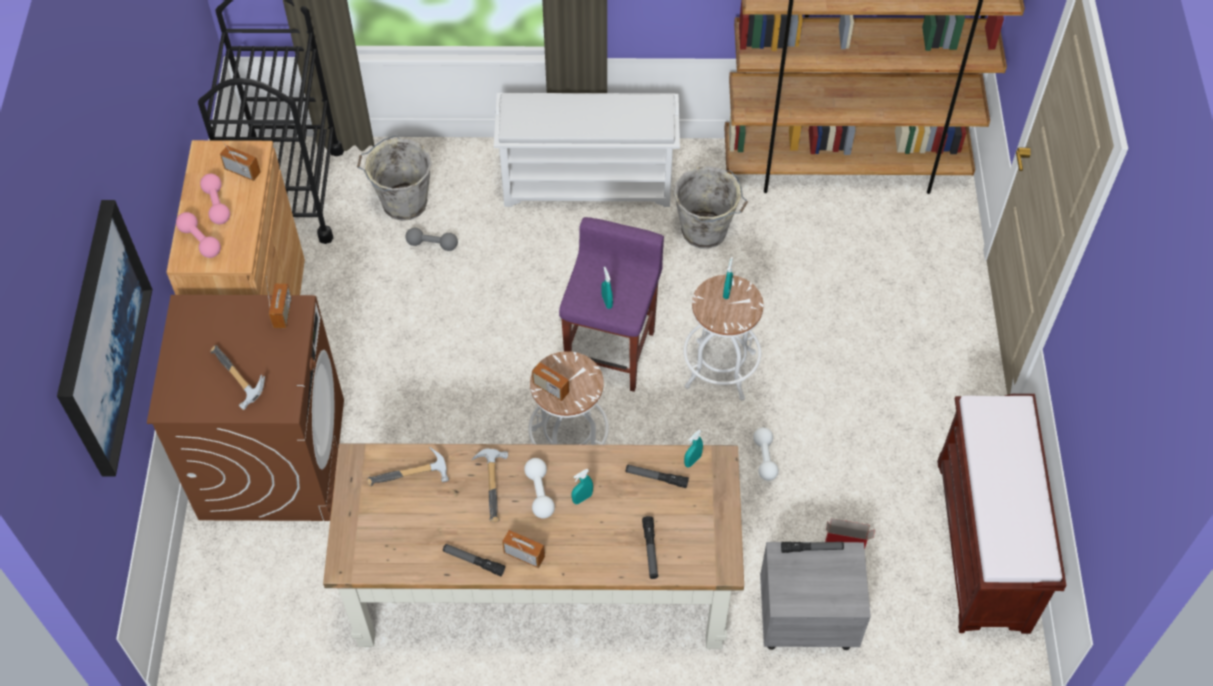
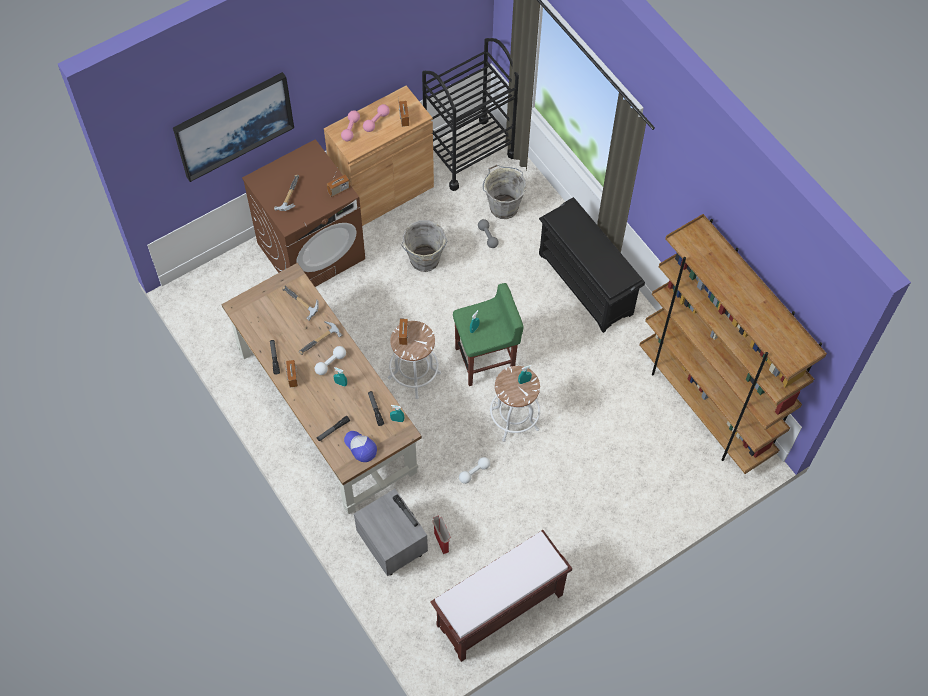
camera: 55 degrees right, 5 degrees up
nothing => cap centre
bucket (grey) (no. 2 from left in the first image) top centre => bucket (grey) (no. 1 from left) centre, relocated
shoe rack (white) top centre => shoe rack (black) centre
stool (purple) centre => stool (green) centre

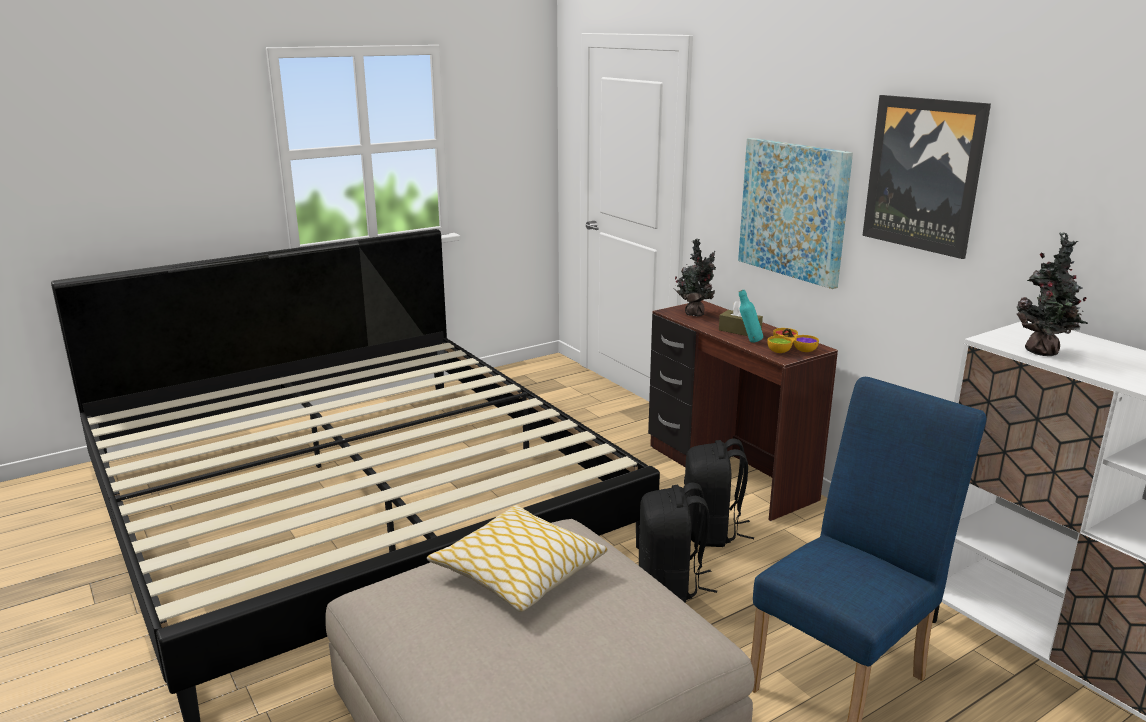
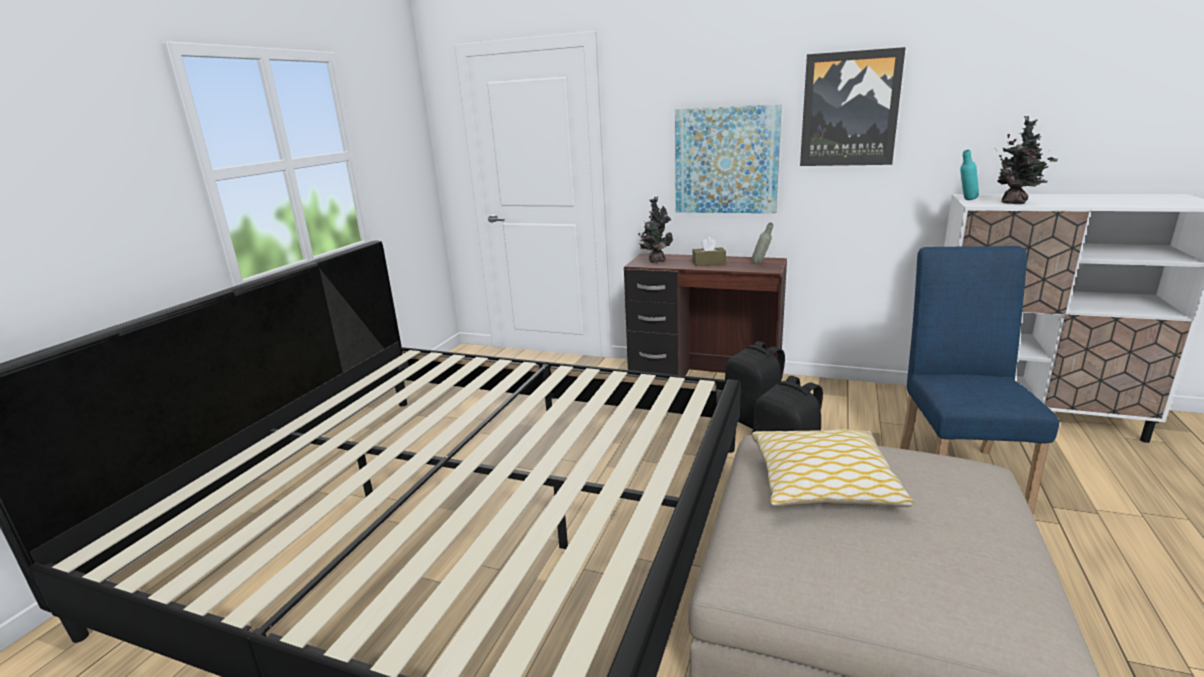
camera: 35 degrees left, 0 degrees up
bottle (turquoise) centre => bottle (turquoise) top right, relocated
bowl middle right => bottle (grey) centre

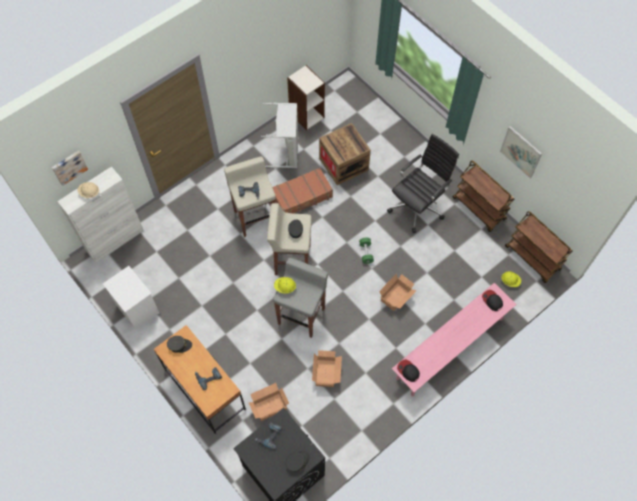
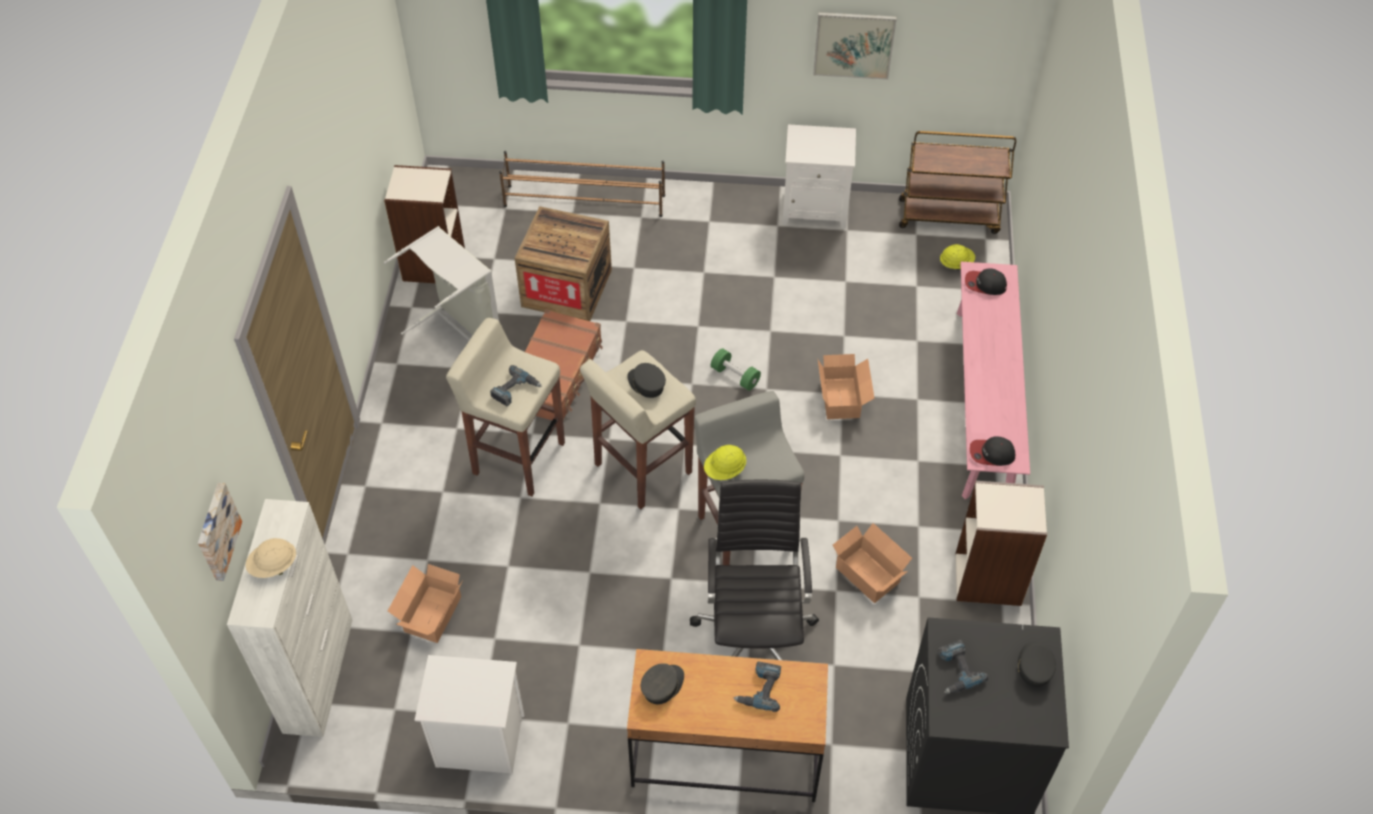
camera: 45 degrees left, 10 degrees down
nothing => shoe rack (brown) top centre
nothing => bookcase (no. 2 from left) bottom right
cardboard box (no. 1 from left) bottom centre => cardboard box (no. 1 from left) bottom left, relocated
office chair (black) centre => office chair (black) bottom centre, relocated
cart (brown) (no. 1 from left) middle right => nightstand (white) (no. 2 from left) top centre

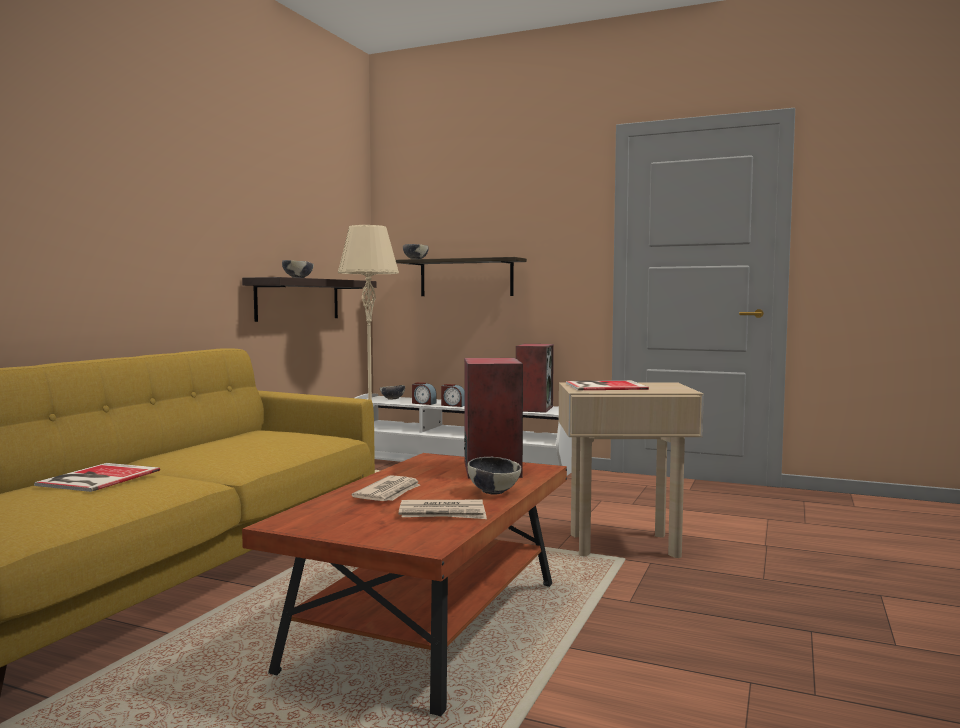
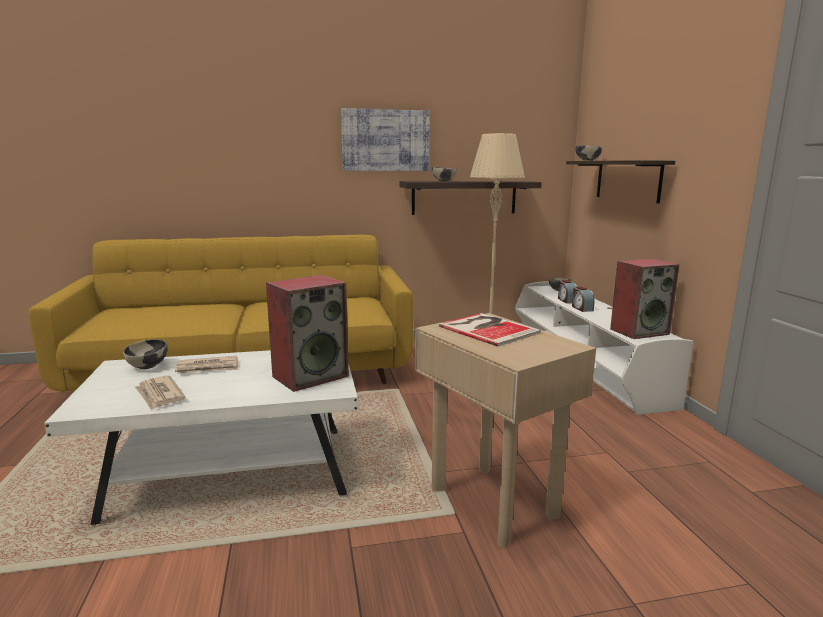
camera: 55 degrees right, 10 degrees up
book (no. 1 from left) middle left => nothing
nothing => picture top centre
bowl (no. 4 from left in the first image) centre => bowl (no. 1 from left) middle left, relocated
coffee table (brown) bottom centre => coffee table (white) bottom left

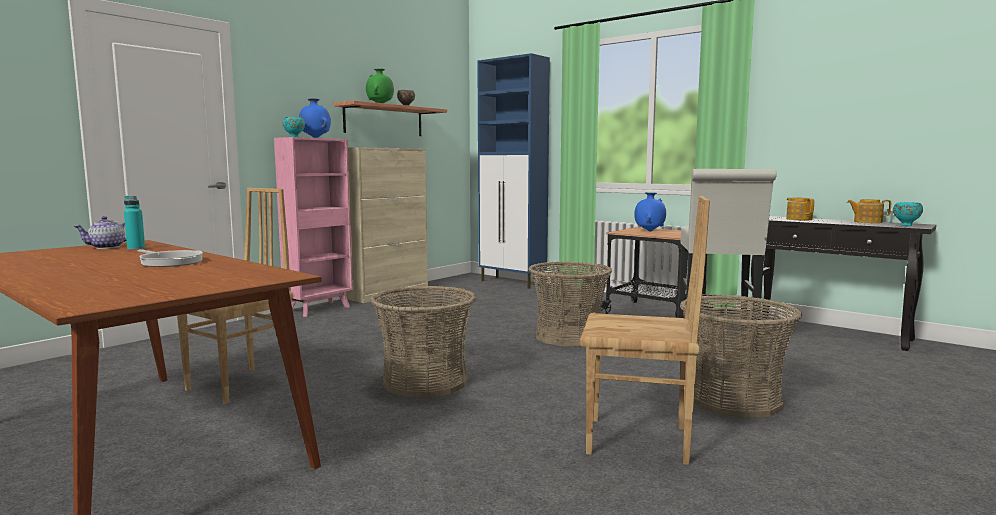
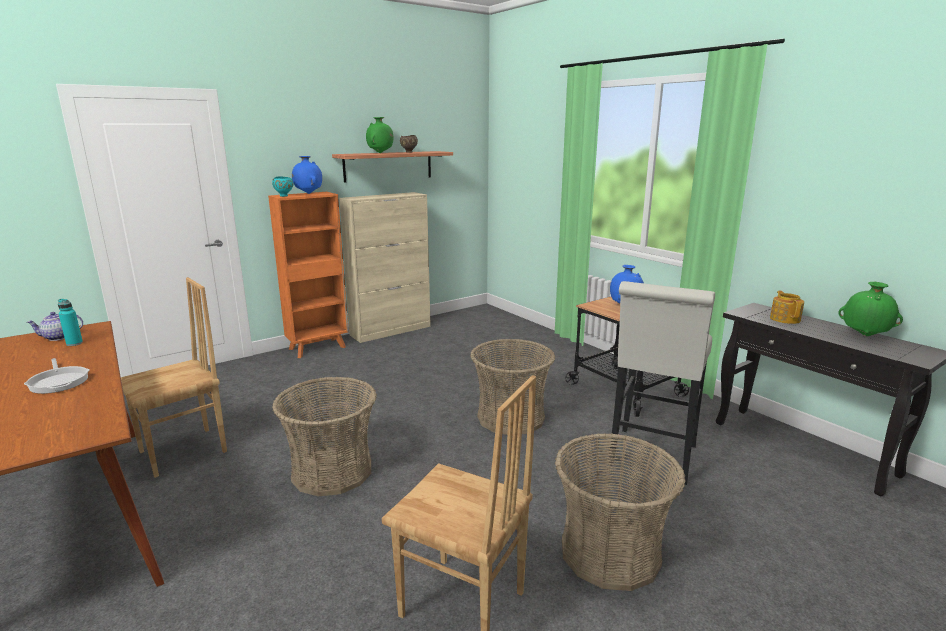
camera: 15 degrees right, 10 degrees up
cabinet (blue) top centre => nothing
bowl (turquoise) (no. 2 from left) middle right => nothing
teapot (no. 3 from left) middle right => vase (green) (no. 2 from left) middle right
bookcase (pink) middle left => bookcase (orange) middle left

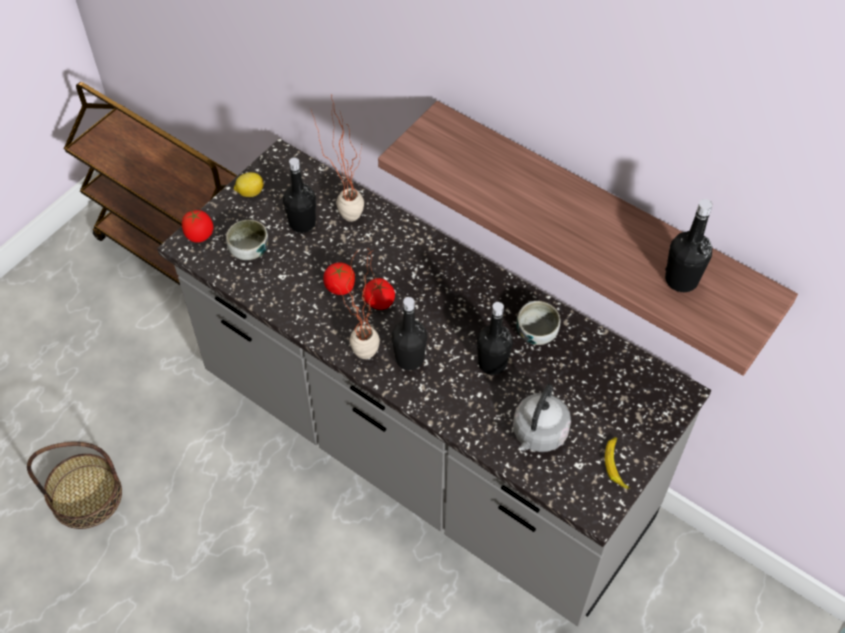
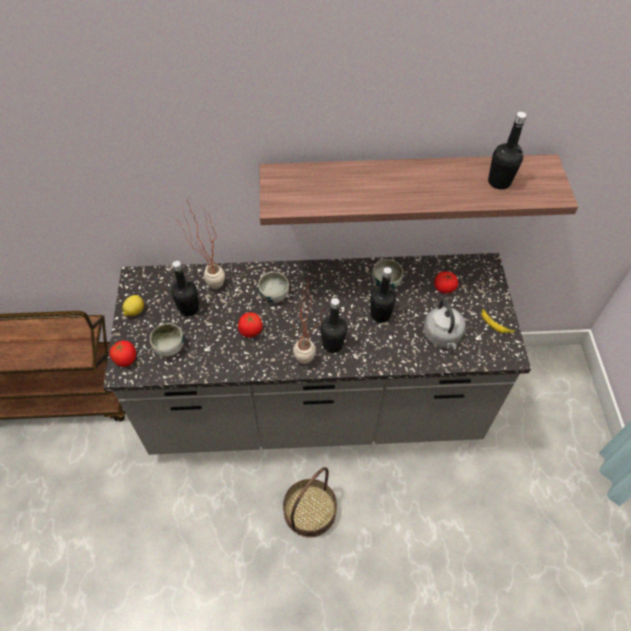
camera: 40 degrees left, 0 degrees up
nothing => bowl (no. 2 from left) centre
basket bottom left => basket bottom centre, relocated
tomato (no. 3 from left) centre => tomato (no. 3 from left) middle right, relocated

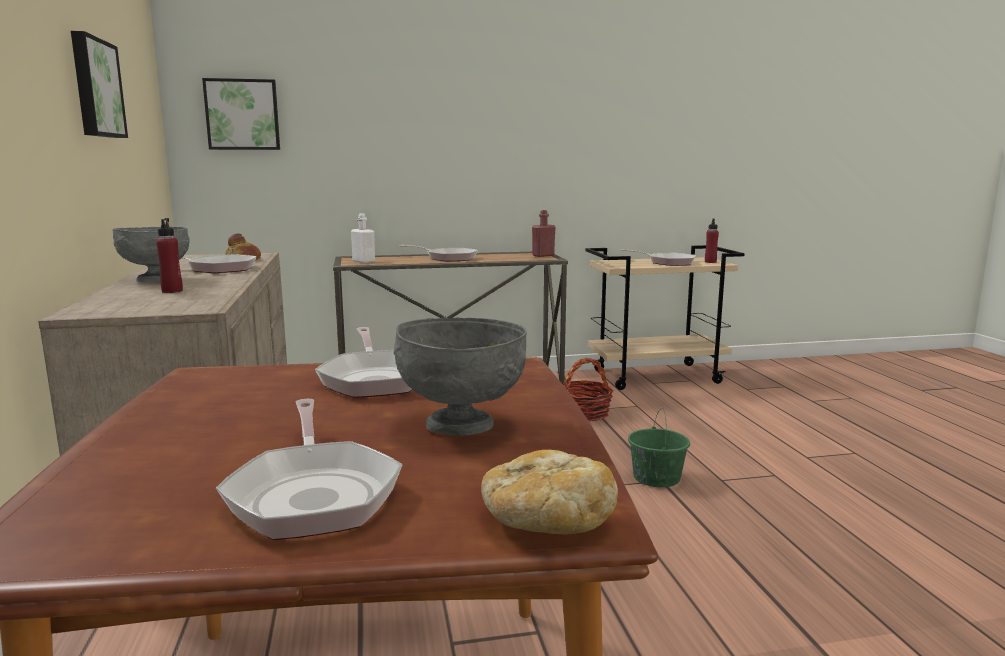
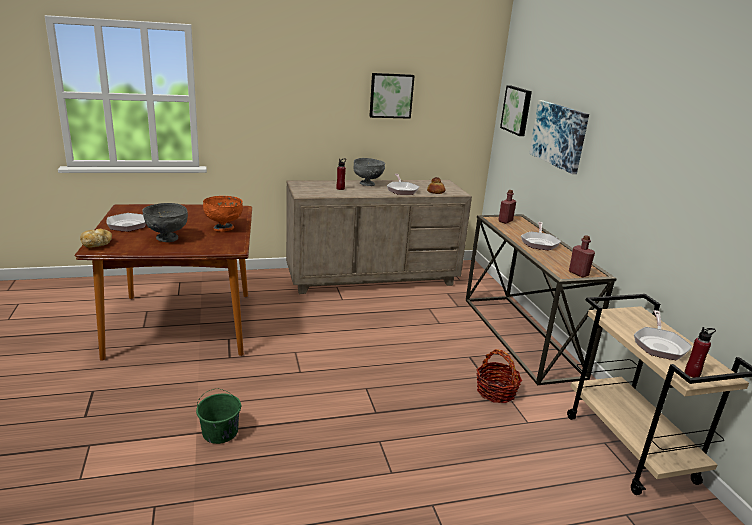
camera: 85 degrees right, 10 degrees up
nothing => picture (no. 3 from left) top right
bucket (green) bottom centre => bucket (green) bottom left, relocated
frying pan (no. 3 from left) centre => bowl (orange) middle left
bottle (white) centre => bottle (red) (no. 2 from left) middle right

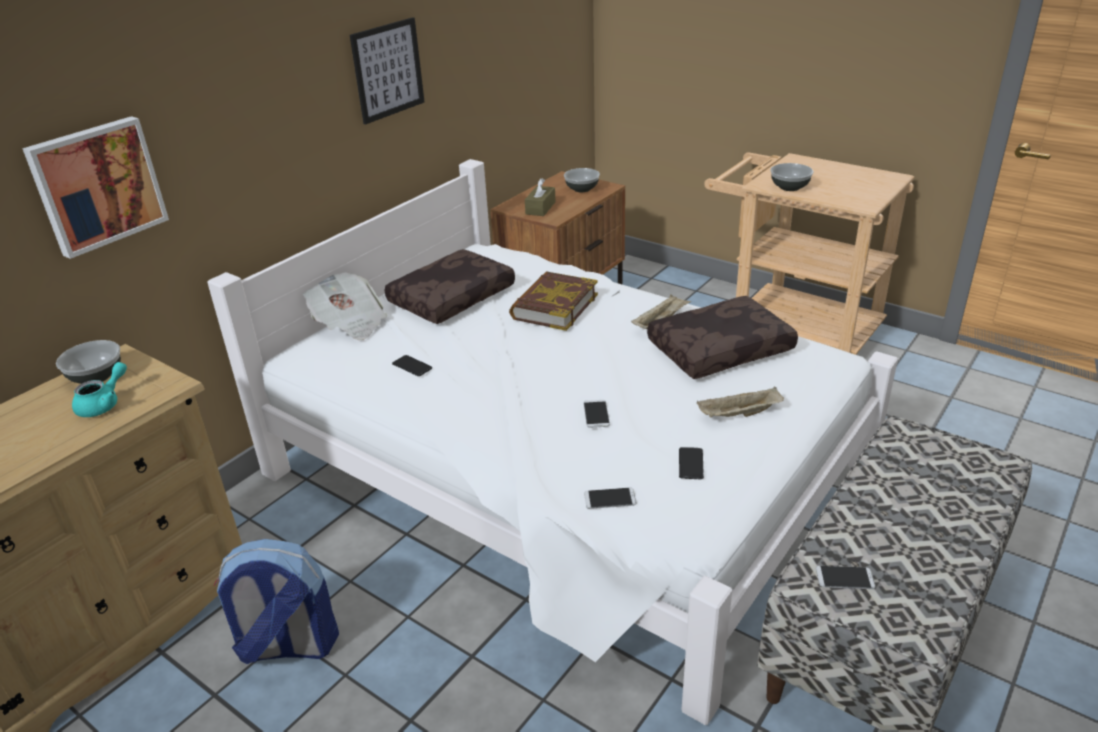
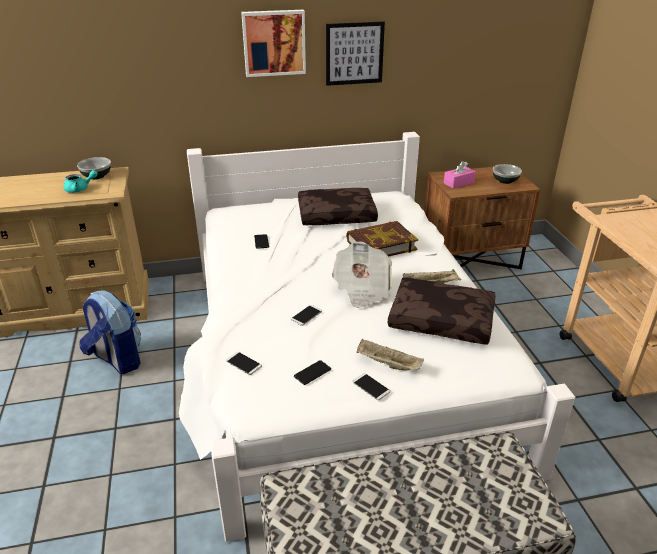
camera: 40 degrees right, 0 degrees up
bowl (no. 3 from left) top right => nothing
picture (no. 1 from left) top left => picture (no. 1 from left) top centre, relocated
newspaper middle left => newspaper centre, relocated
phone (no. 5 from left) bottom right => phone (no. 5 from left) bottom centre, relocated
tissue box (brown) top centre => tissue box (pink) top right

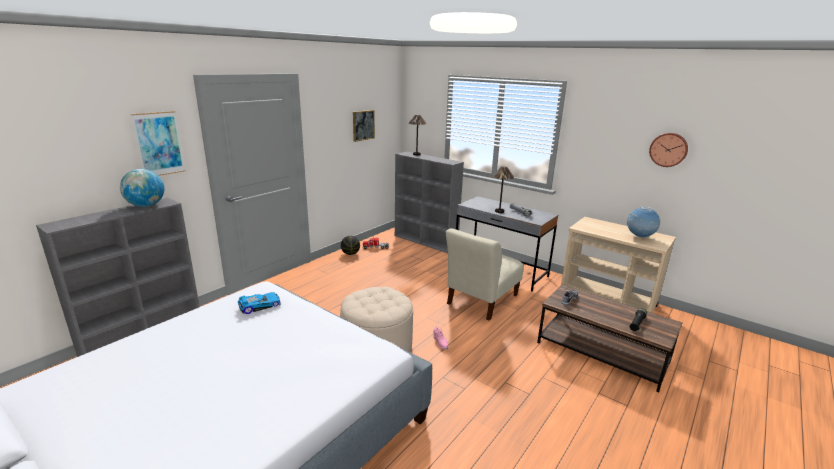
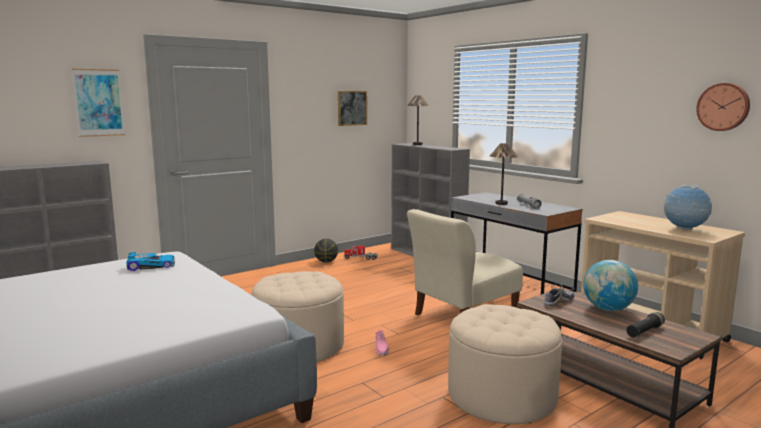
camera: 15 degrees right, 10 degrees down
nothing => ottoman (beige) (no. 2 from left) bottom centre
globe (no. 1 from left) middle left => globe (no. 1 from left) middle right, relocated

